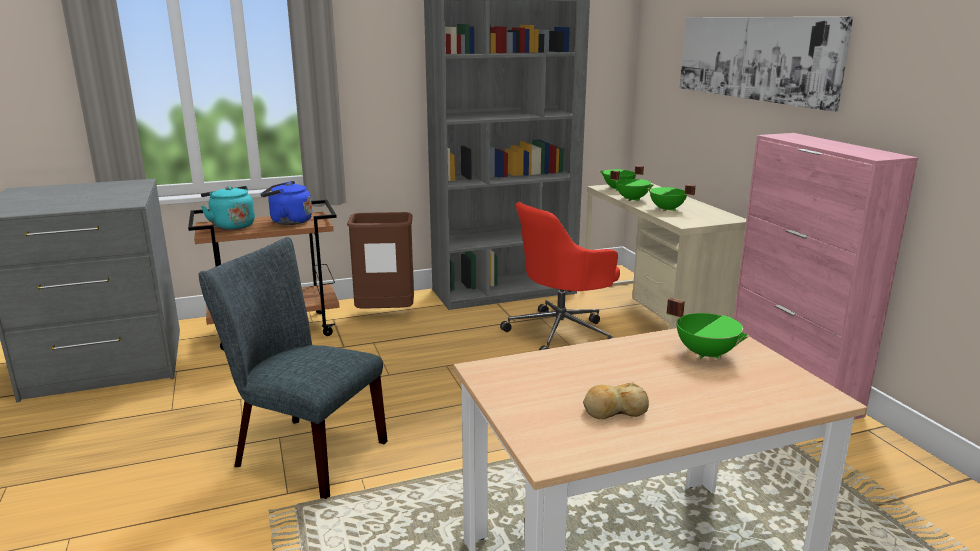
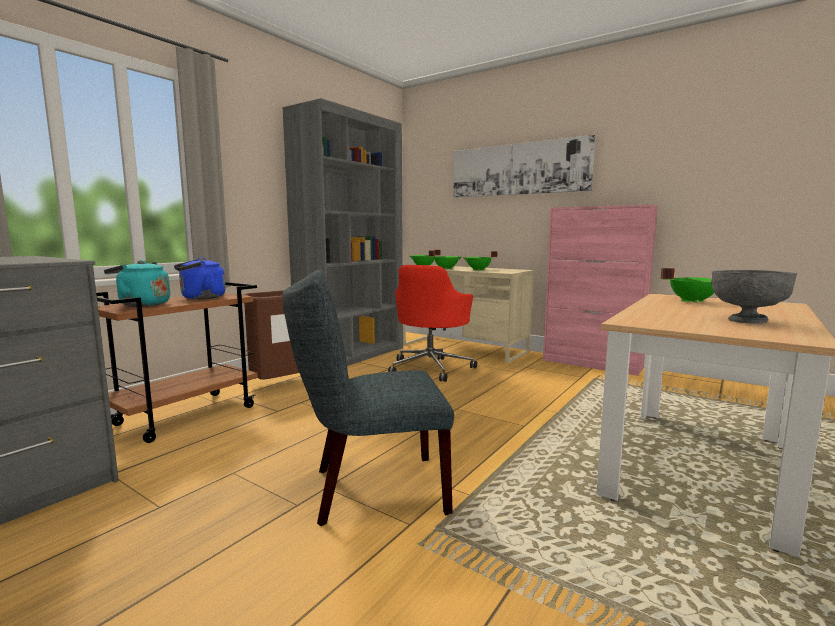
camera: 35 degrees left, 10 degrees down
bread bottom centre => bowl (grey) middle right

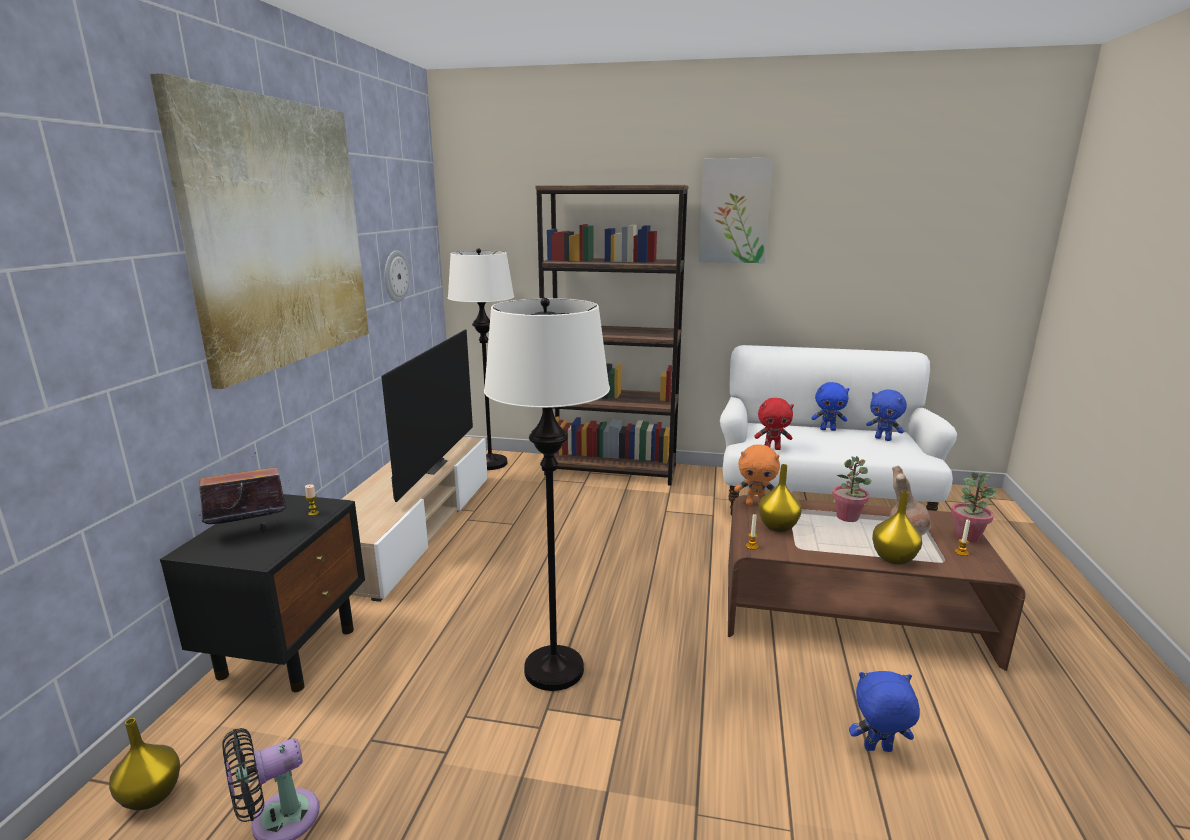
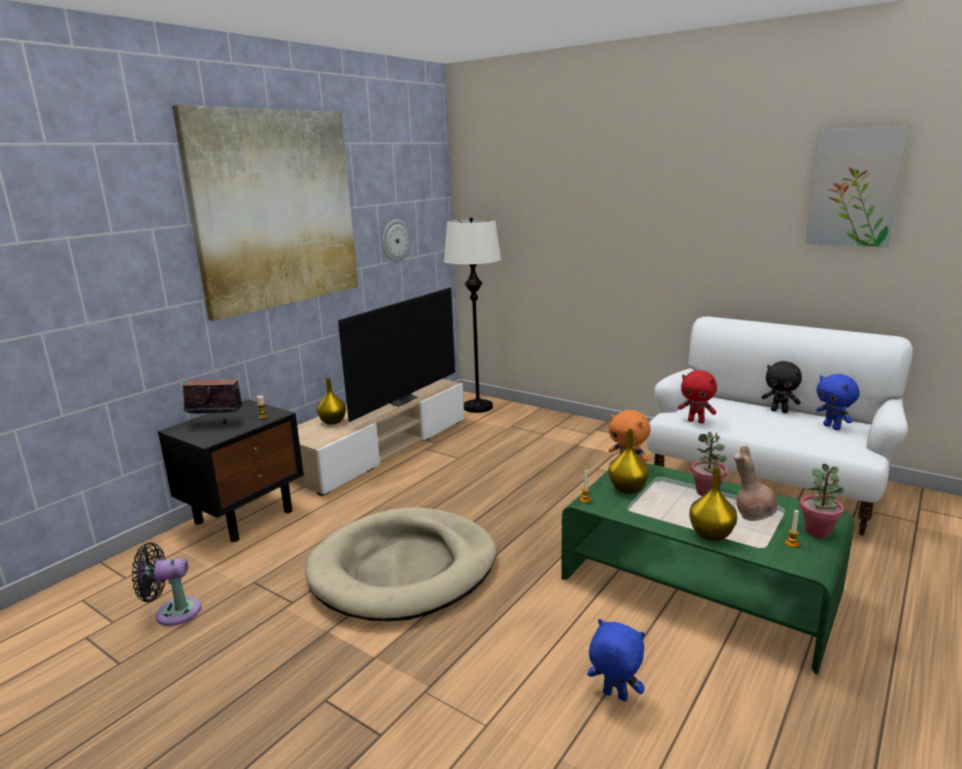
camera: 25 degrees right, 0 degrees up
bookcase (brown) centre => nothing
vase (yellow) (no. 1 from left) bottom left => vase (yellow) (no. 1 from left) centre, relocated
picture (no. 2 from left) top centre => picture (no. 2 from left) top right, relocated
floor lamp (white) (no. 2 from left) centre => dog bed (beige) bottom centre
coffee table (brown) bottom right => coffee table (green) bottom right
plush toy (blue) (no. 1 from left) middle right => plush toy (black) middle right

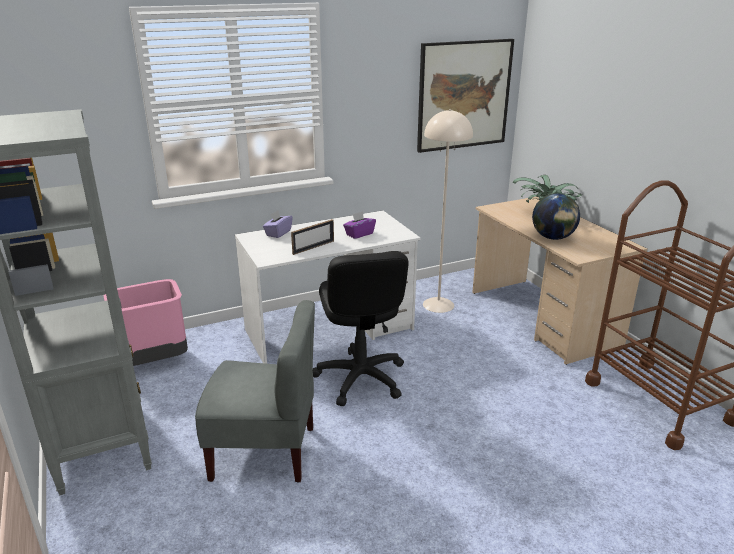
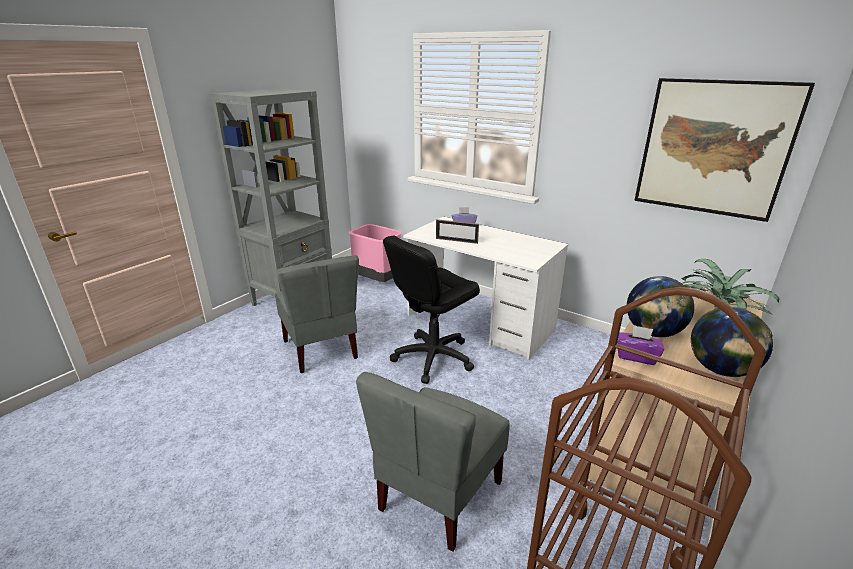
camera: 60 degrees right, 0 degrees up
floor lamp (beige) centre => nothing
nothing => chair (grey) (no. 2 from left) bottom centre
nothing => globe (no. 2 from left) middle right
tissue box (purple) (no. 2 from left) centre => tissue box (purple) (no. 2 from left) middle right, relocated

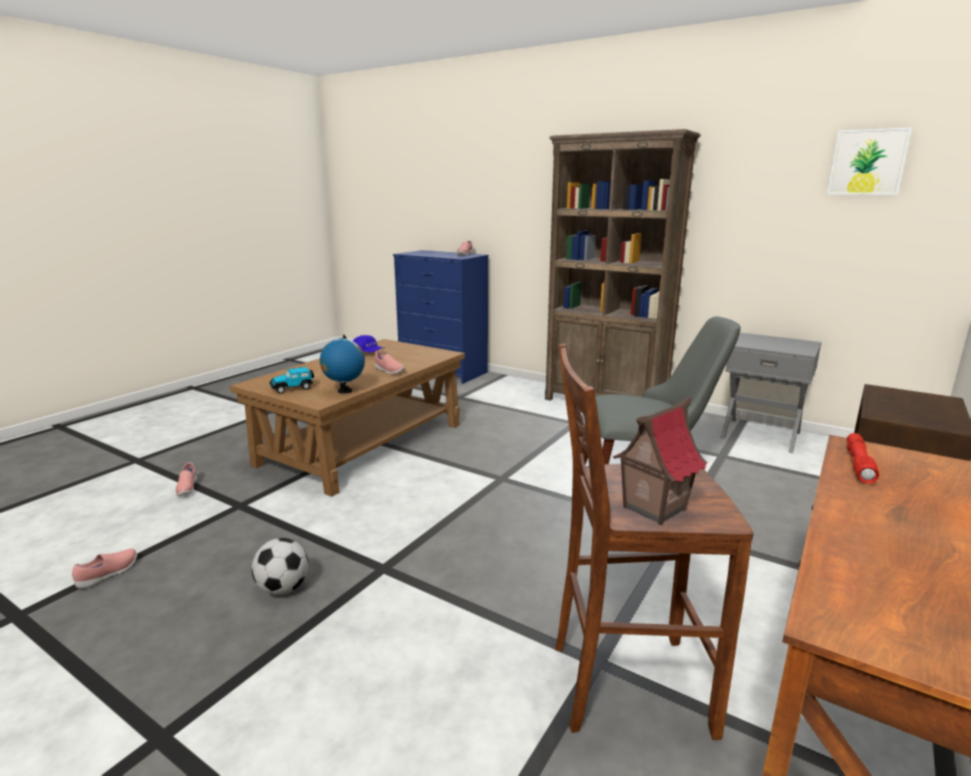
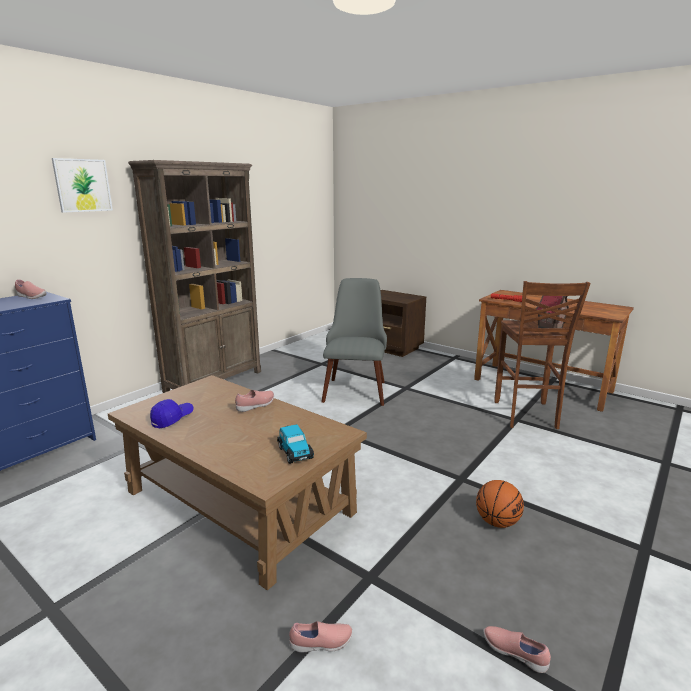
camera: 85 degrees left, 0 degrees up
globe centre => nothing
nightstand (grey) middle right => nothing
picture top right => picture top left, relocated
football bottom left => basketball bottom right

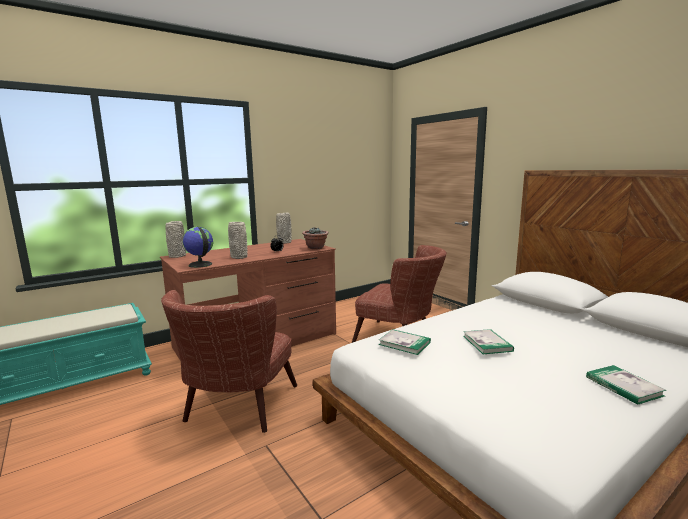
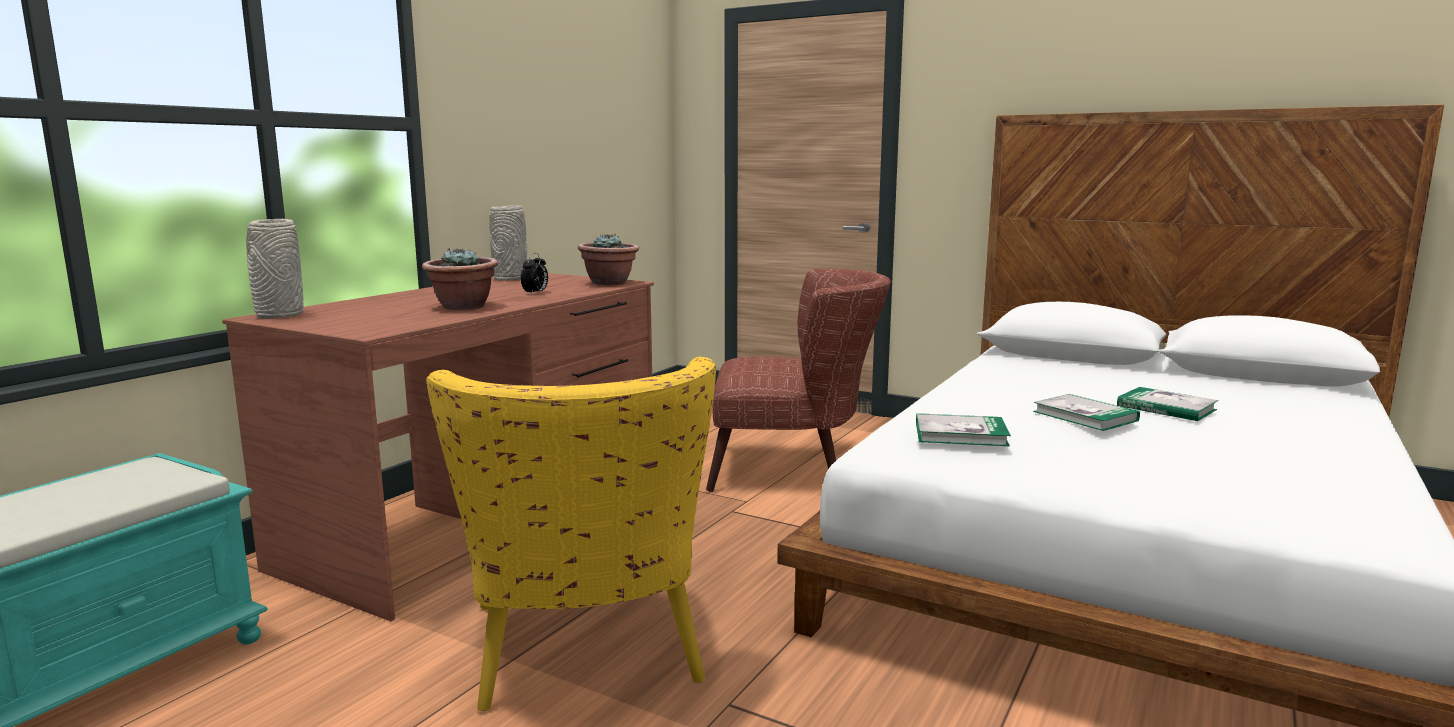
camera: 25 degrees left, 0 degrees up
globe middle left => nothing
book (no. 3 from left) bottom right => book (no. 3 from left) middle right, relocated
vase (grey) (no. 2 from left) centre => potted plant (no. 1 from left) middle left
armchair (brown) (no. 1 from left) bottom left => armchair (yellow) bottom centre

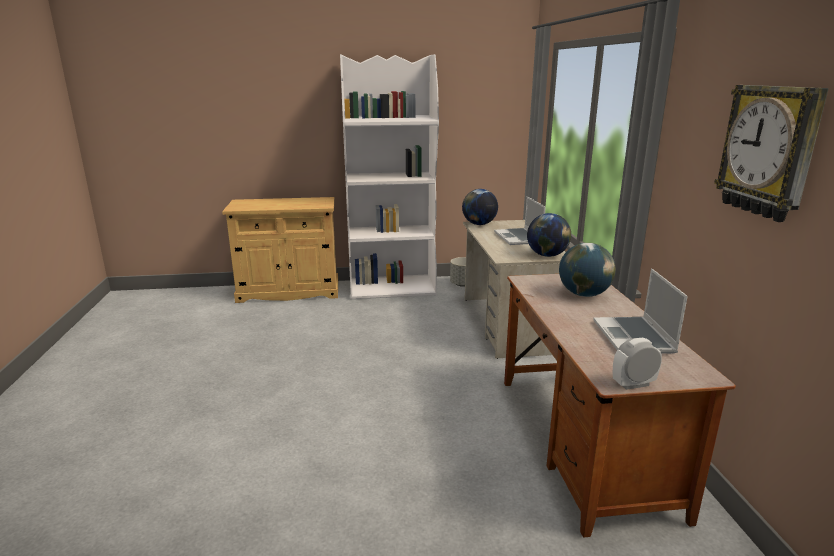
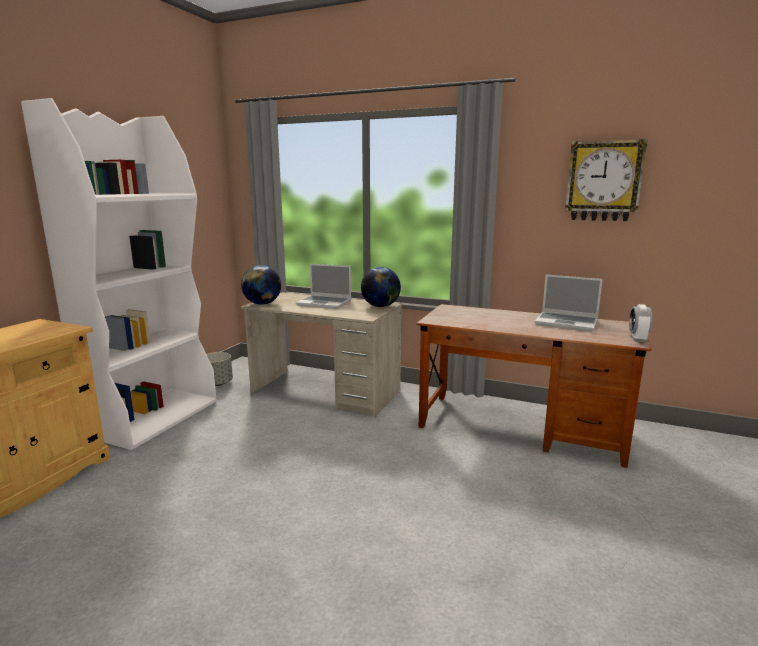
camera: 60 degrees left, 5 degrees down
globe (no. 3 from left) middle right => nothing

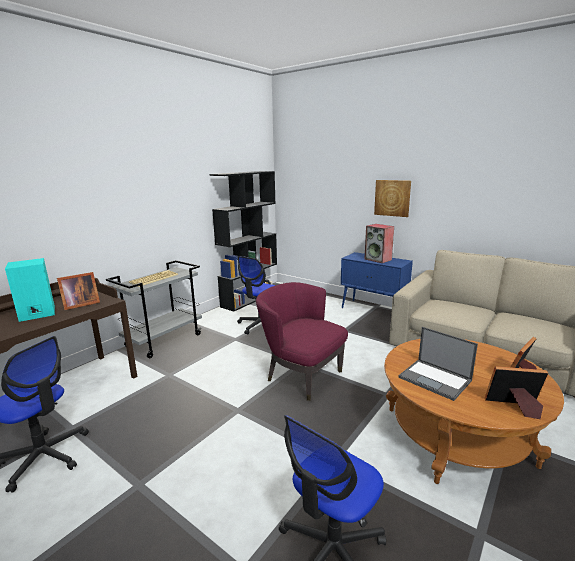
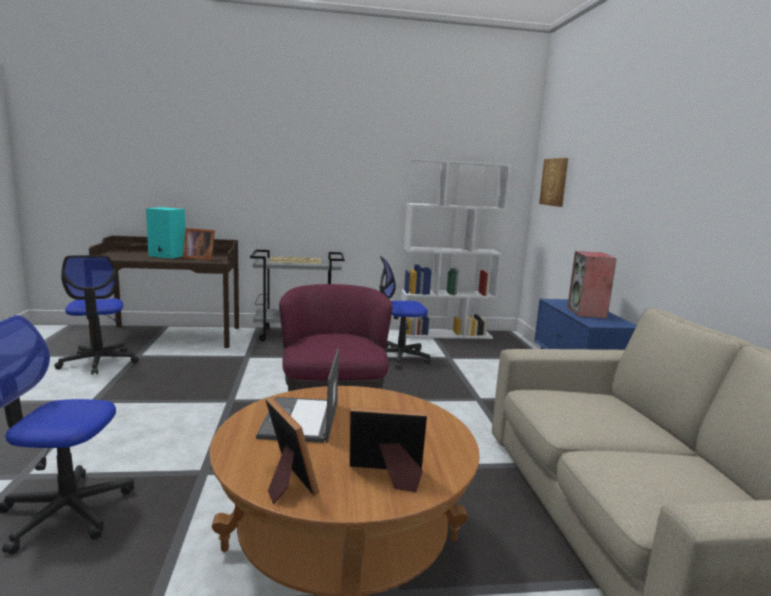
camera: 45 degrees right, 5 degrees down
picture middle right => picture top right, relocated
bookcase (black) centre => bookcase (white) centre

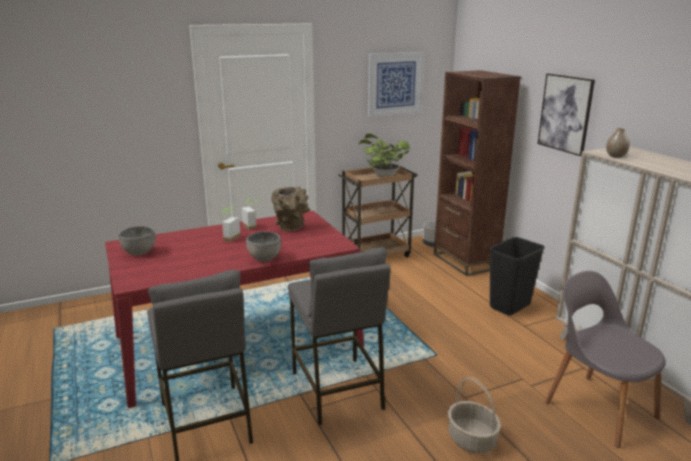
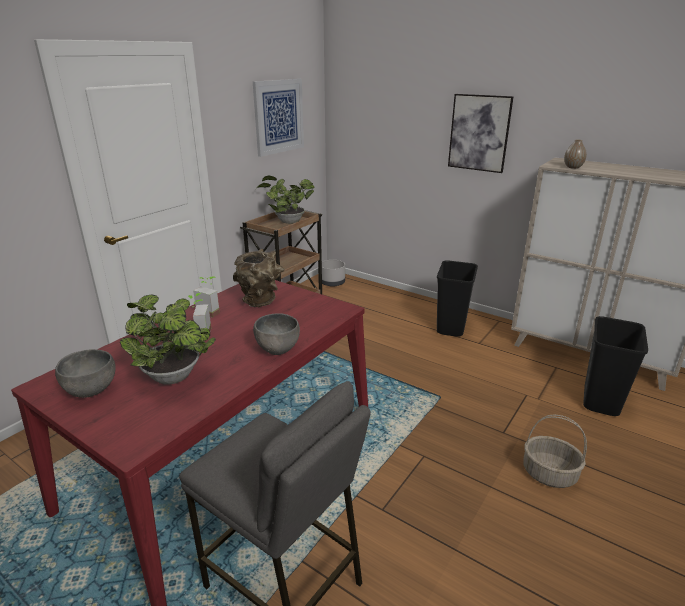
camera: 30 degrees left, 5 degrees up
stool (grey) (no. 2 from left) bottom centre => nothing
bookcase (brown) middle right => nothing
nothing => potted plant (no. 1 from left) middle left
chair (grey) bottom right => trash can (black) (no. 2 from left) middle right

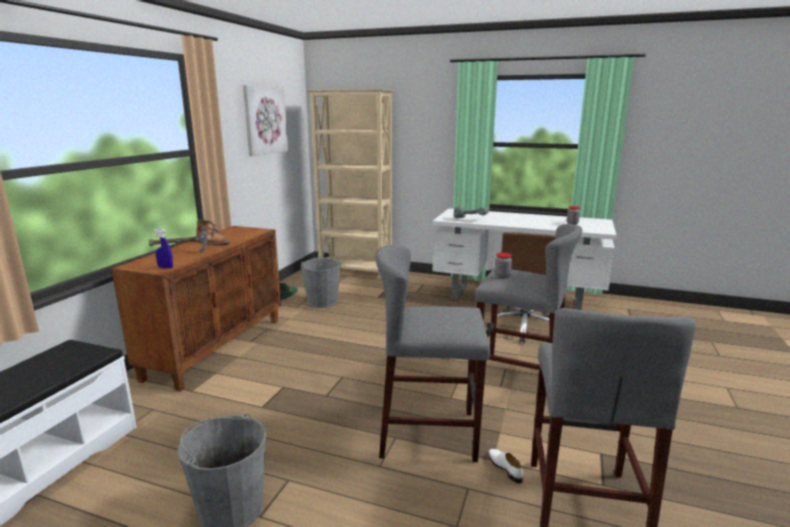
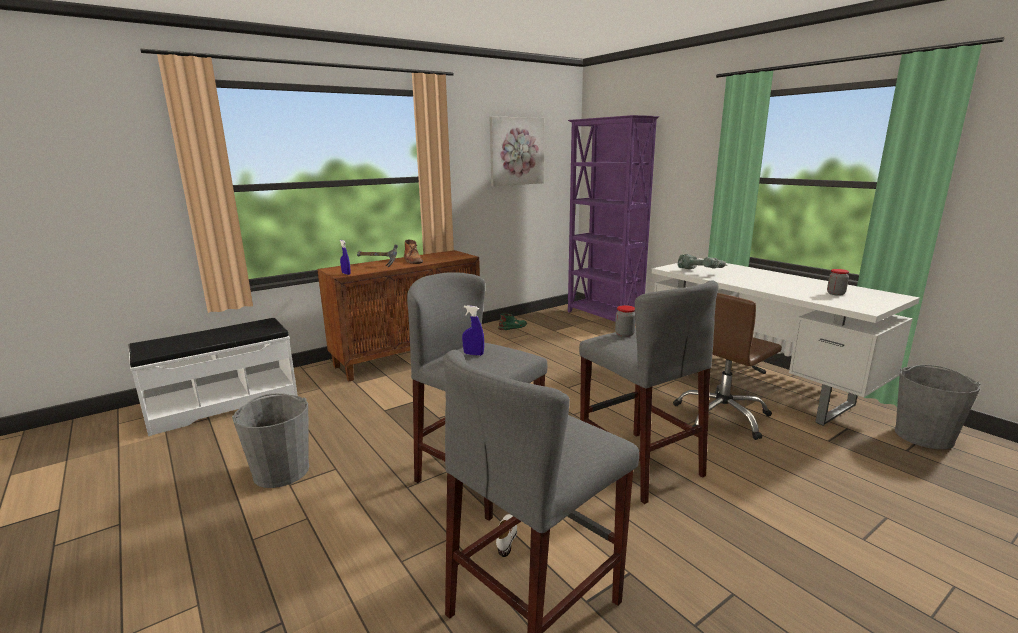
camera: 35 degrees right, 0 degrees up
nothing => spray bottle (blue) (no. 2 from left) centre
bucket (grey) (no. 2 from left) centre => bucket (grey) (no. 2 from left) middle right, relocated
bookcase (beige) centre => bookcase (purple) centre

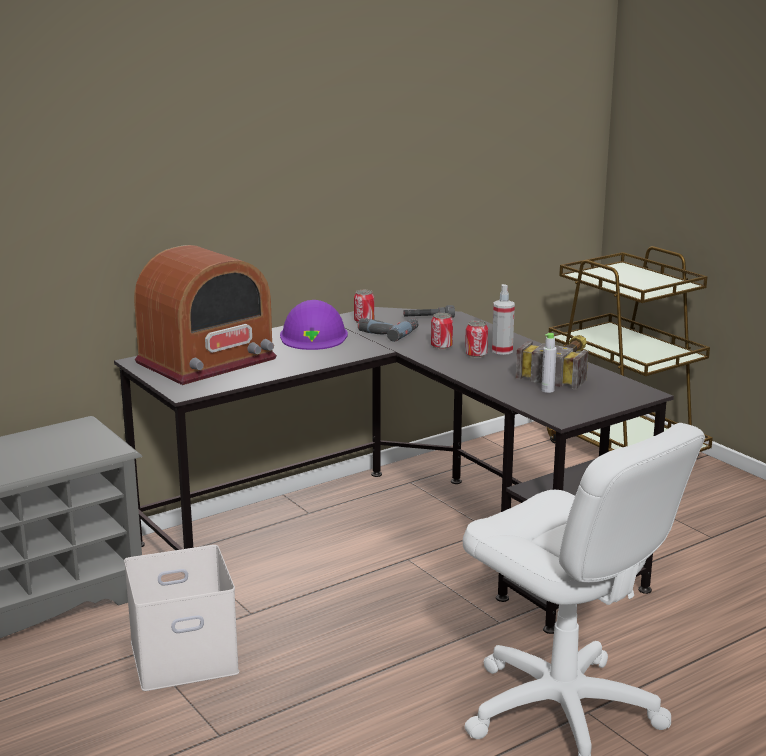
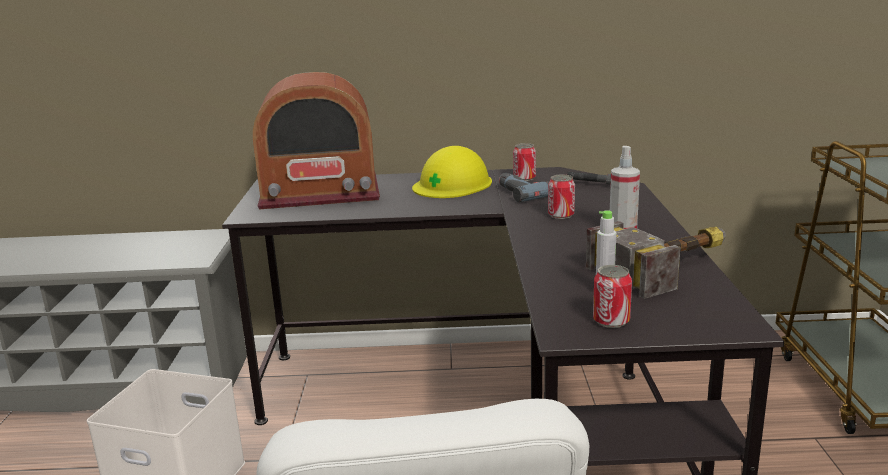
camera: 35 degrees right, 0 degrees up
can (no. 3 from left) centre => can (no. 3 from left) middle right, relocated
hard hat (purple) centre => hard hat (yellow) centre

